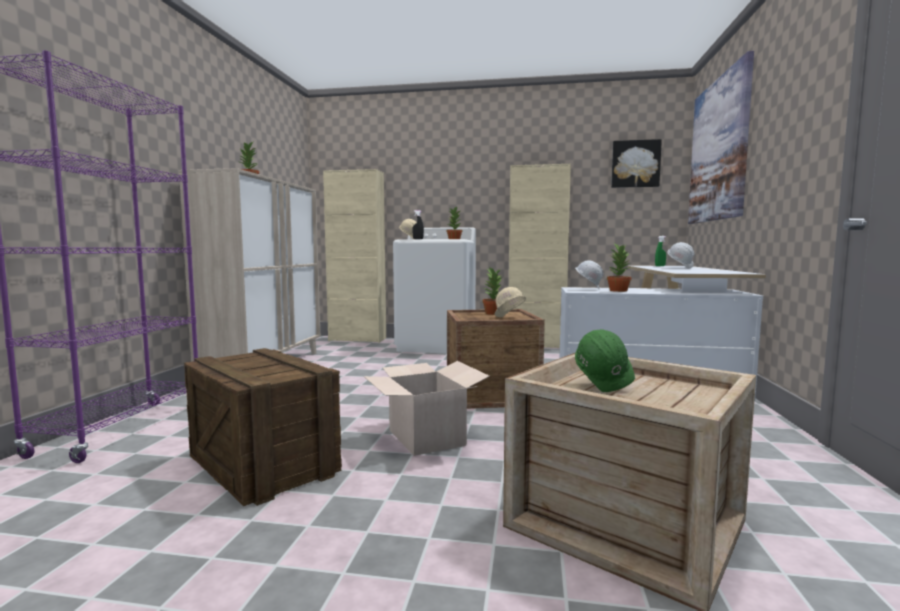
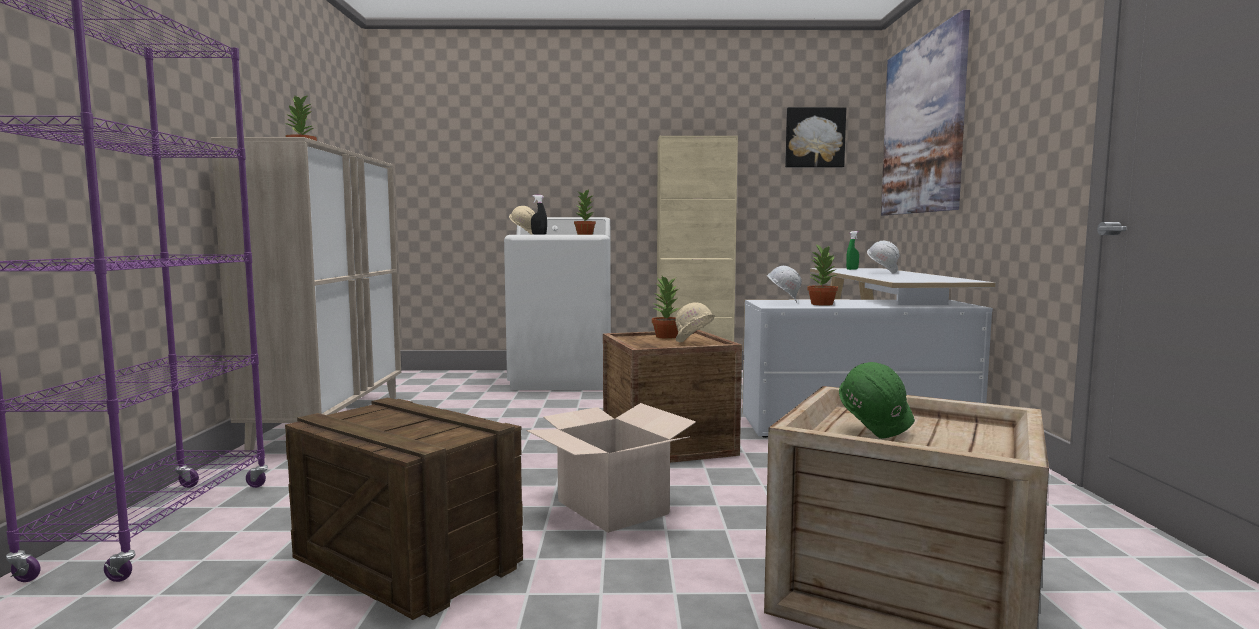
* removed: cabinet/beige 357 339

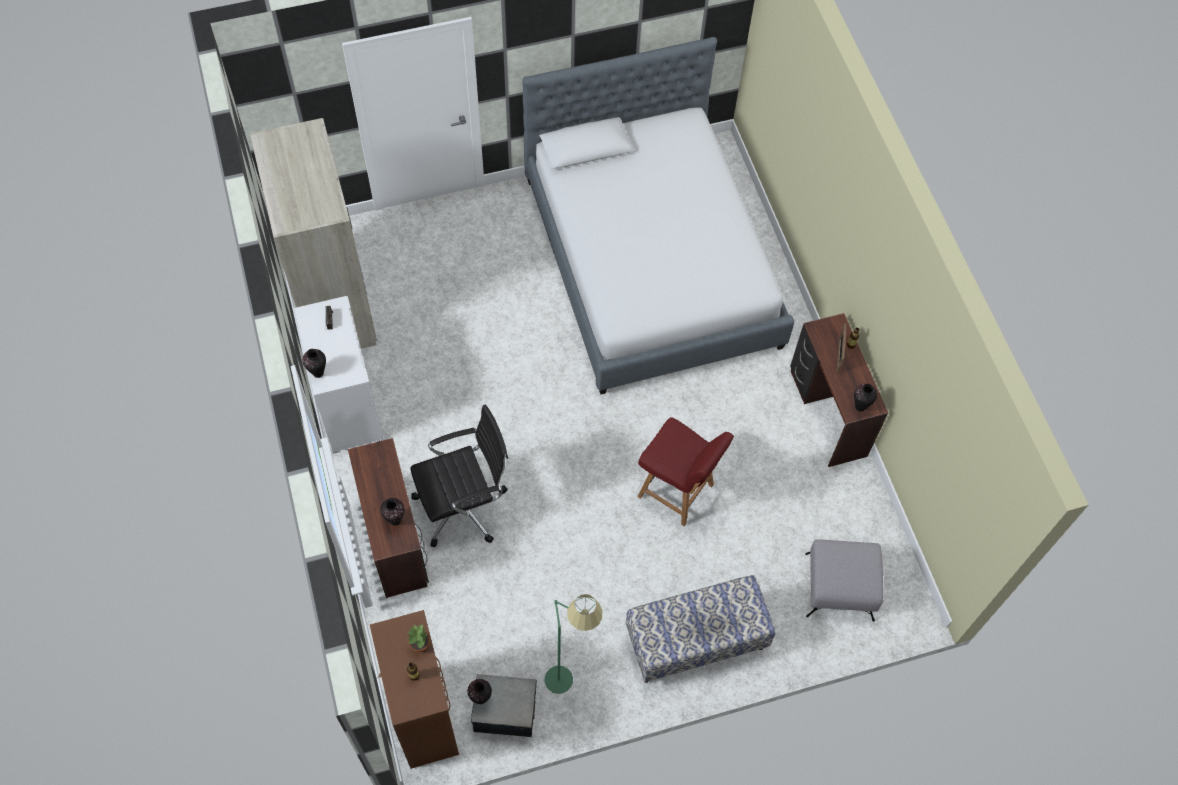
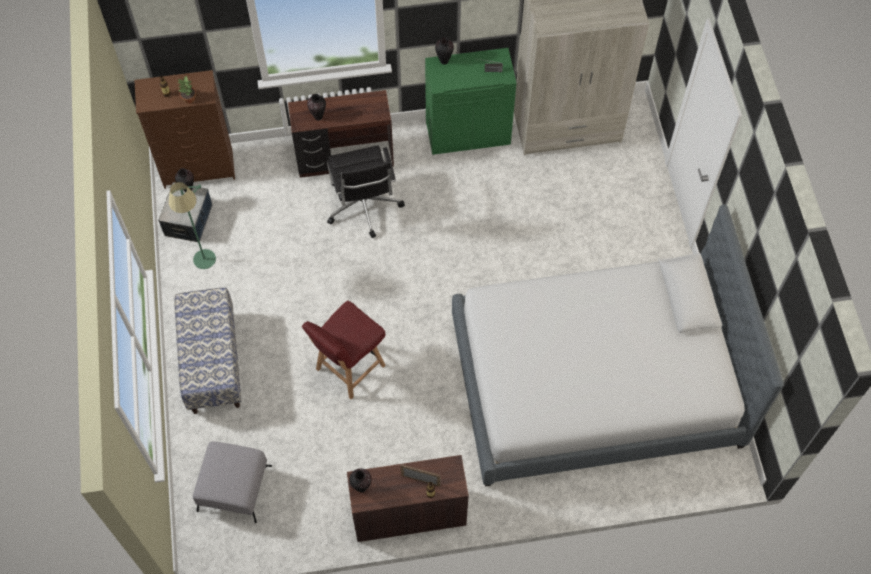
* recoloured: cabinet/white 347 405 to cabinet/green 468 132

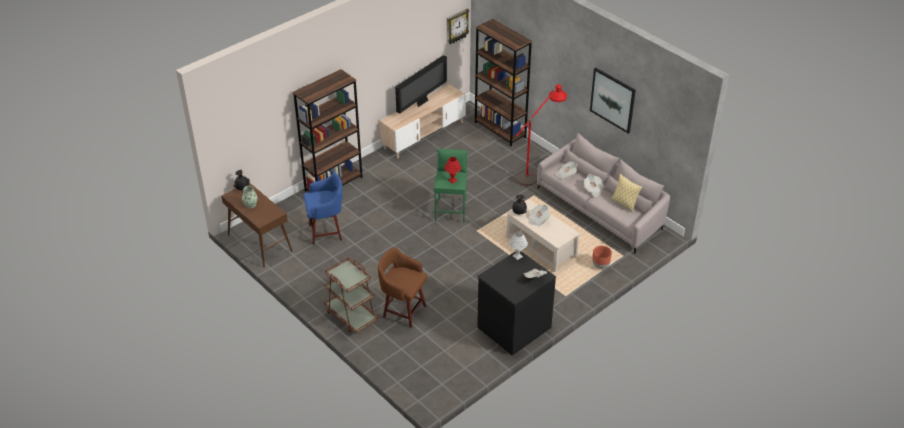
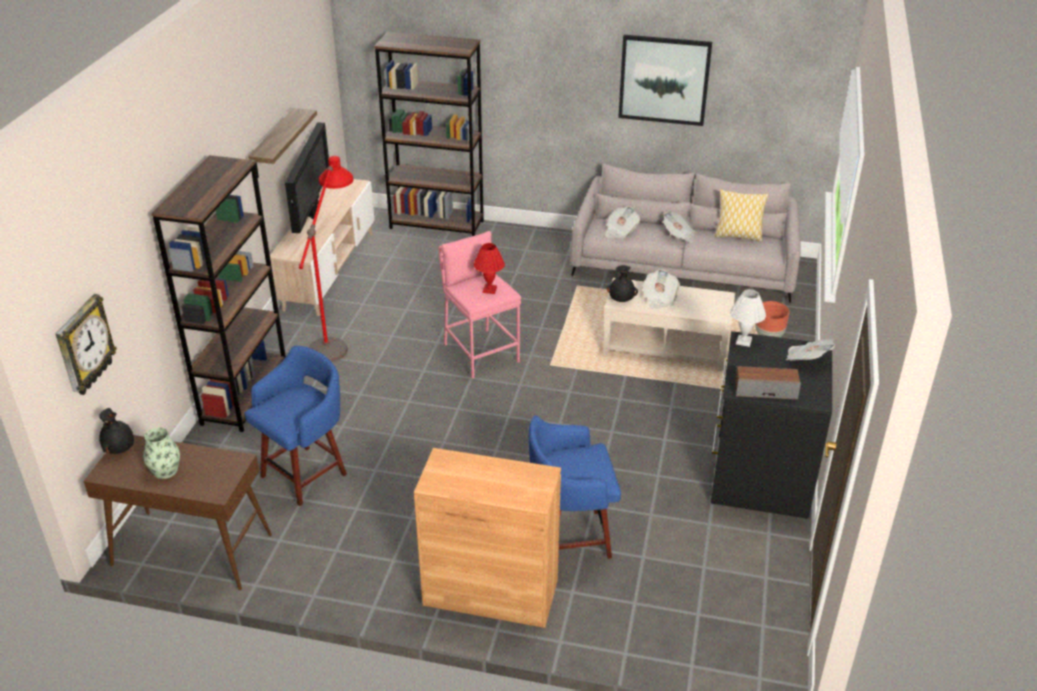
* moved: wall clock 456 26 to 84 346
* added: shelf 273 144
* moved: floor lamp/red 537 172 to 337 334
* replaced: cart/brown 351 316 to cabinet/brown 490 592
* recoloured: stool/green 451 210 to stool/pink 480 353
* recoloured: stool/brown 403 311 to stool/blue 569 538
* added: speaker 765 390

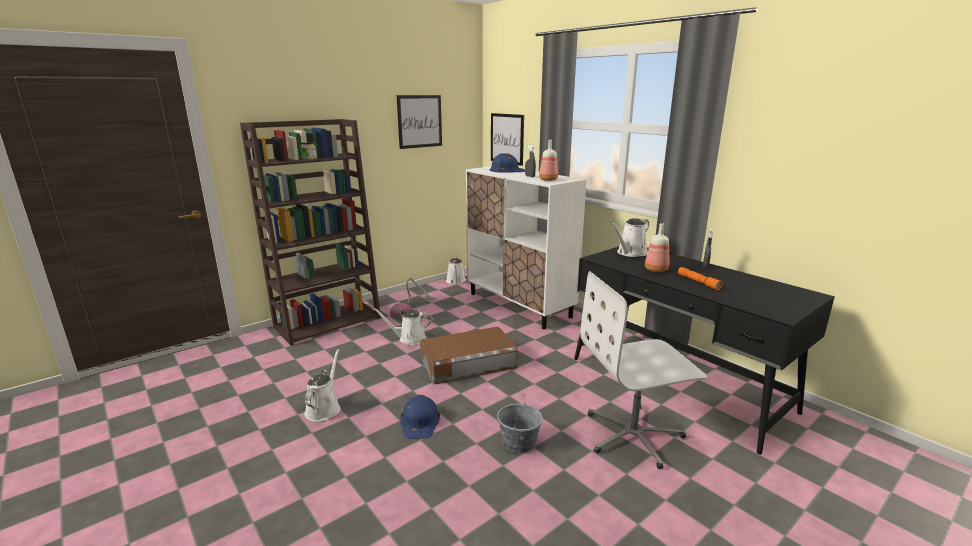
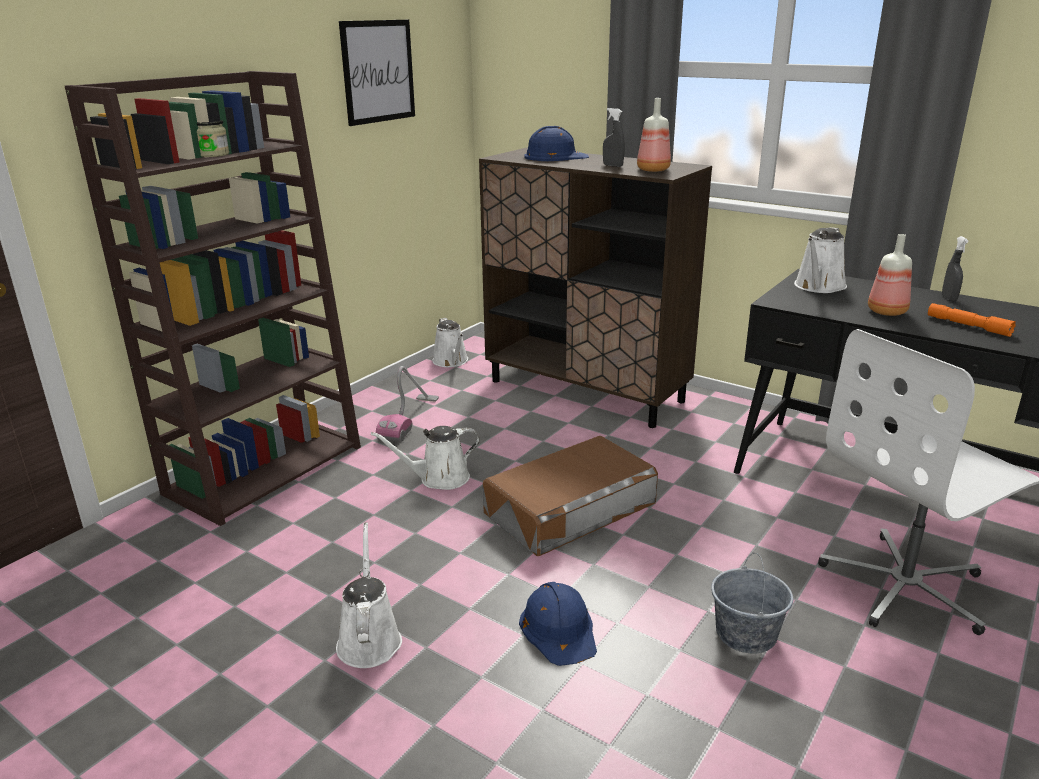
* recoloured: cabinet/white 519 305 to cabinet/brown 586 391
* removed: picture 507 138

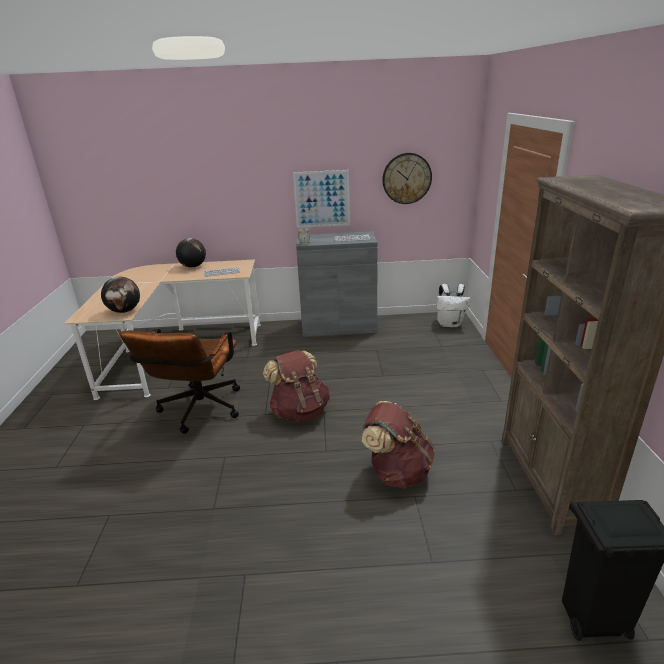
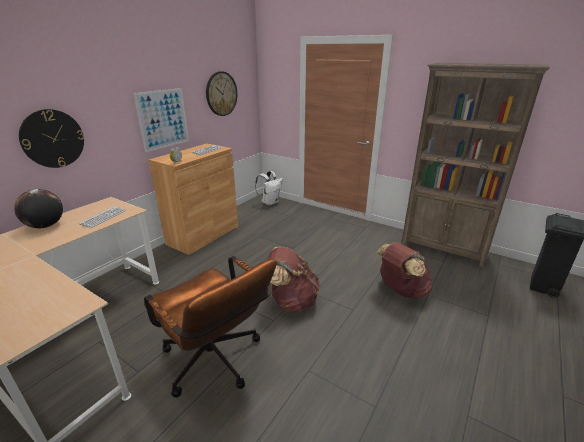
* added: wall clock 53 138
* recoloured: cabinet/grey 338 326 to cabinet/brown 203 235
* removed: globe 125 311

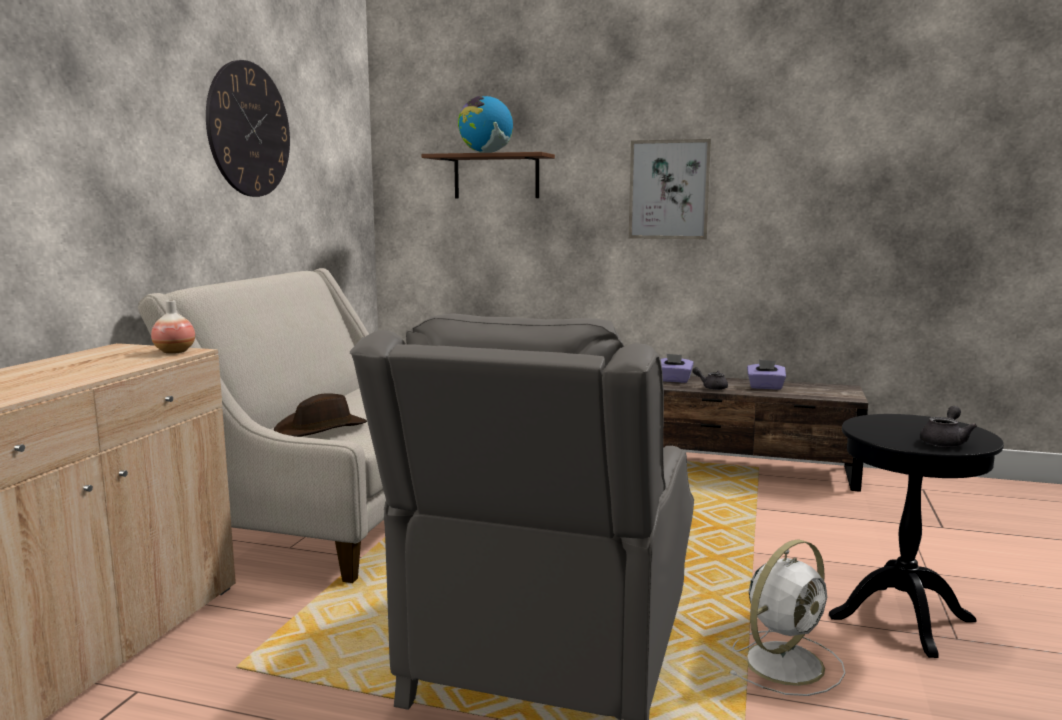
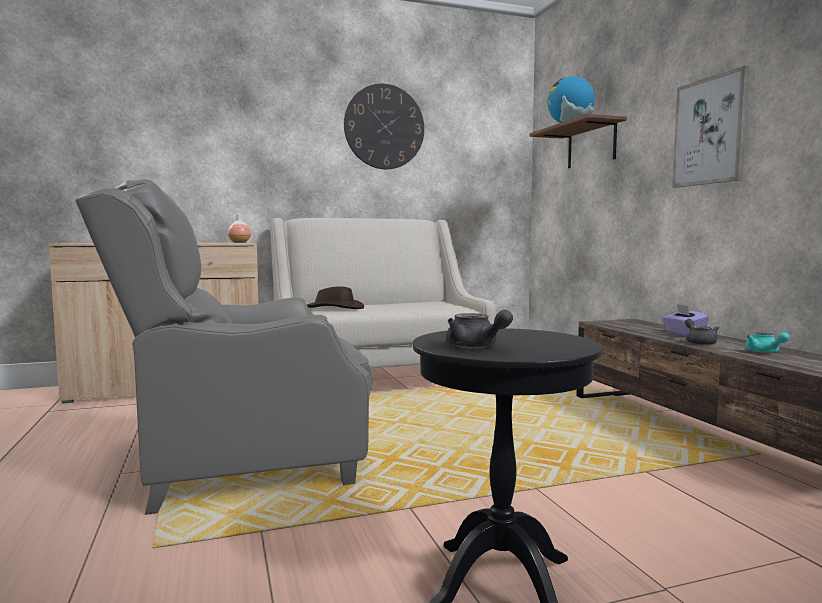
* turned: teapot/grey 944 442 = 476 347 45 degrees clockwise
* replaced: tissue box/purple 765 387 to teapot/turquoise 764 352
* removed: fan/white 786 662

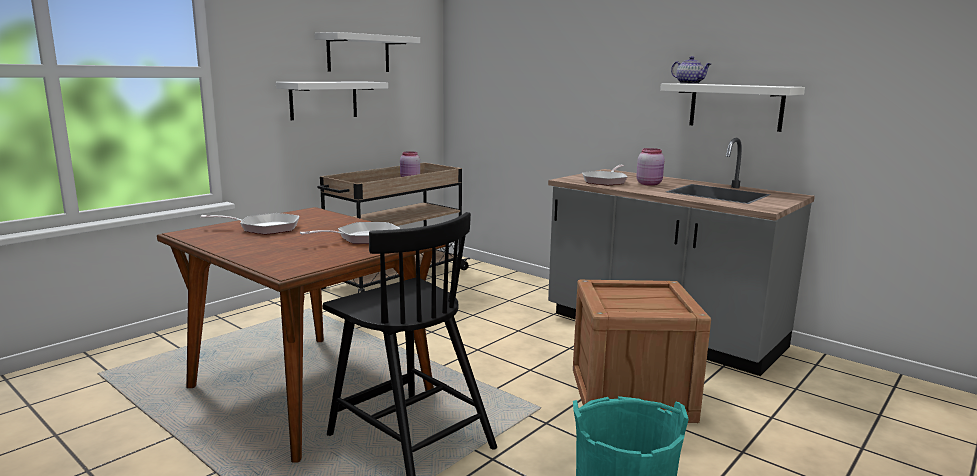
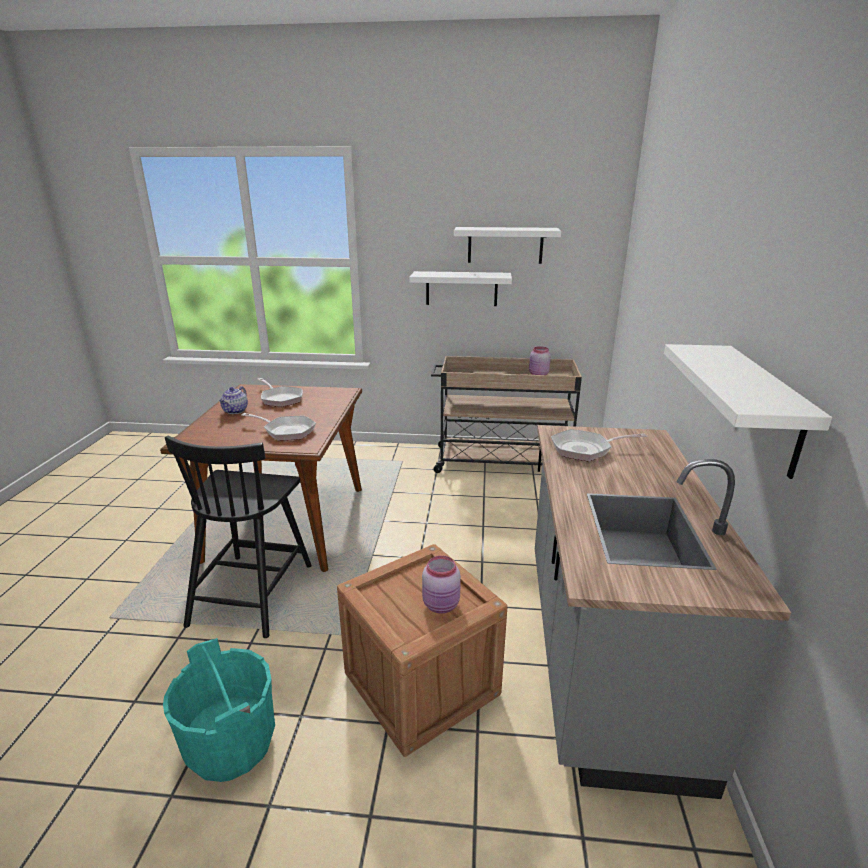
* moved: teapot 690 83 to 235 411
* moved: jar/pink 649 184 to 442 605

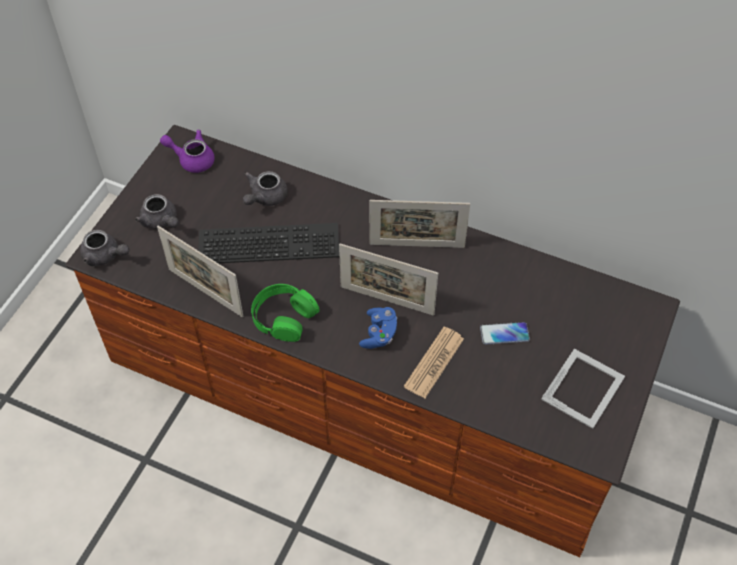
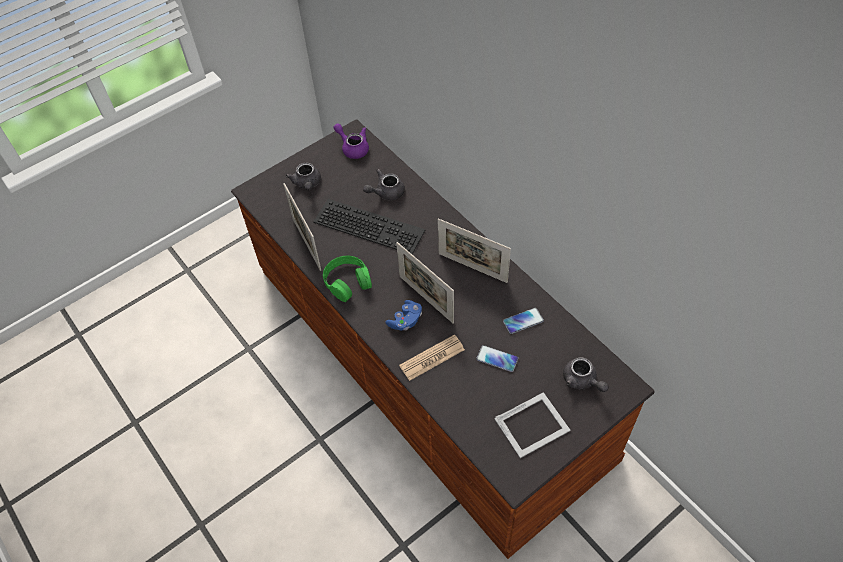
* added: phone 523 321
* moved: teapot/grey 105 256 to 582 381

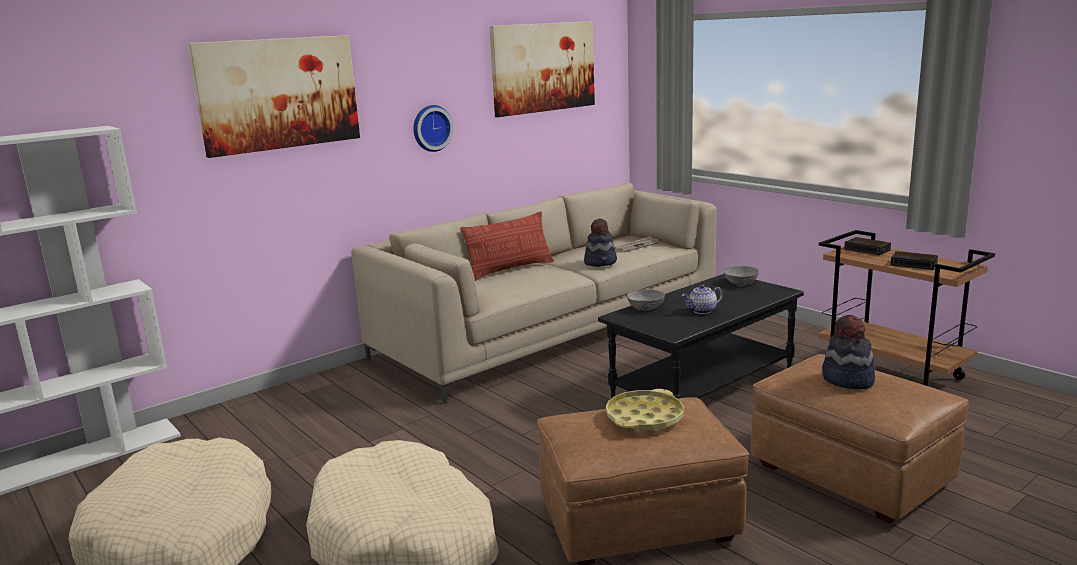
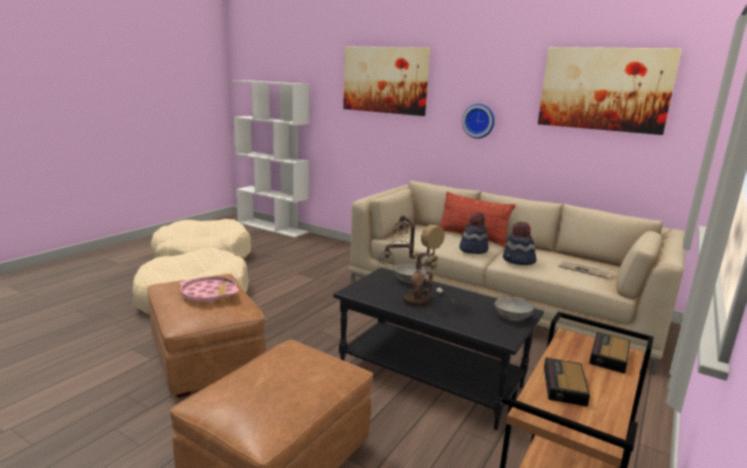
* recoloured: tray/yellow 644 417 to tray/pink 209 294
* replaced: teapot 702 311 to table lamp 413 301
* moved: hat 847 380 to 473 249

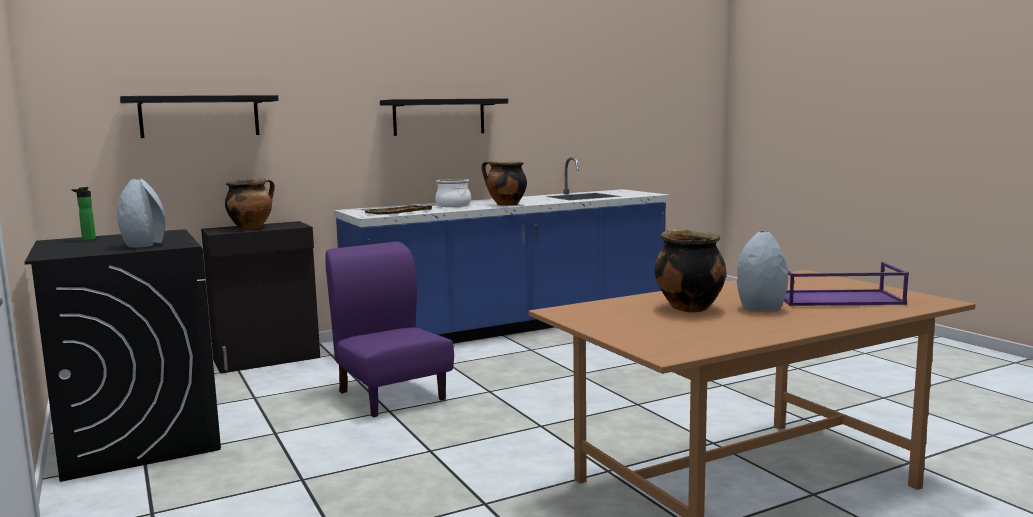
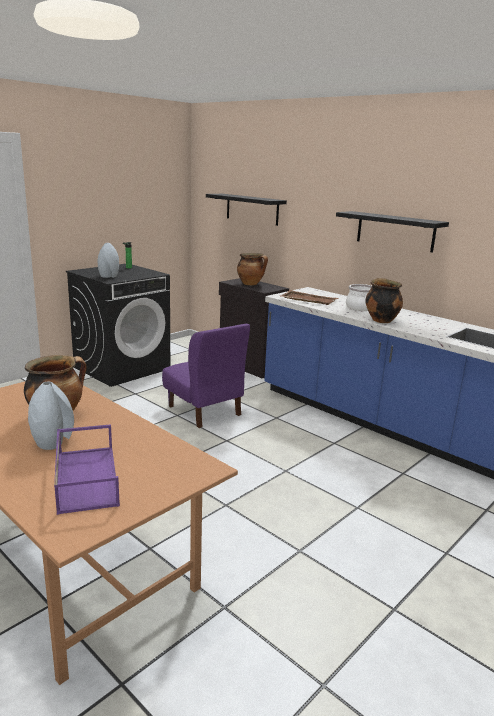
* turned: chair/purple 391 395 = 204 411 105 degrees clockwise

